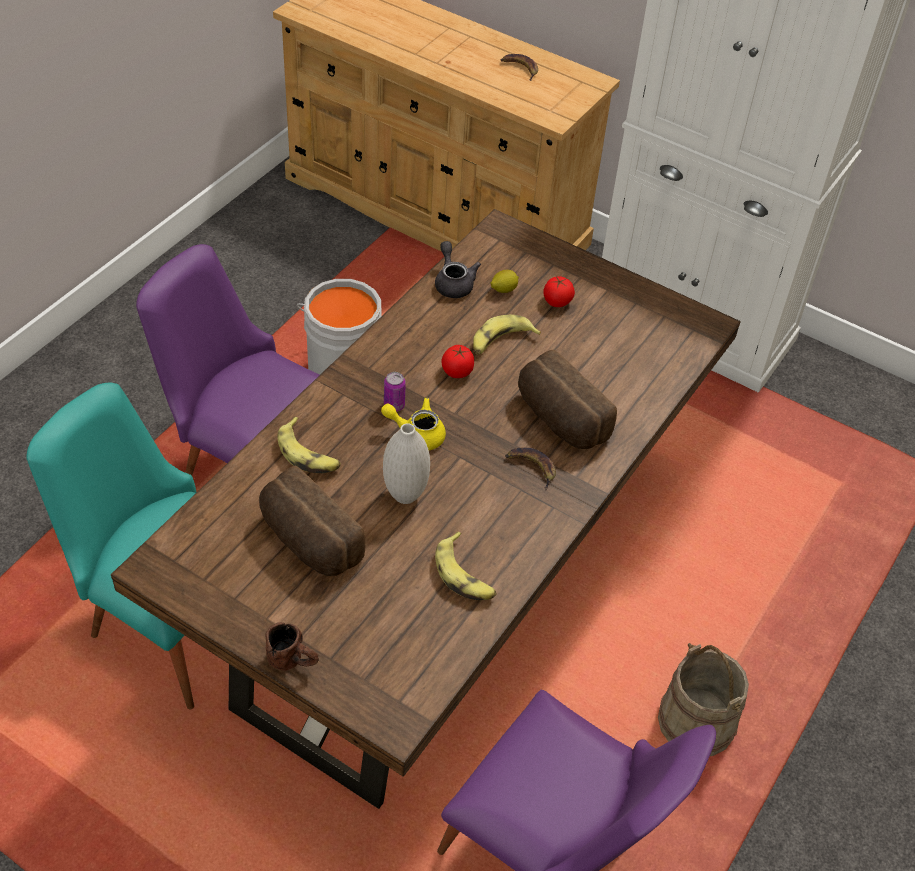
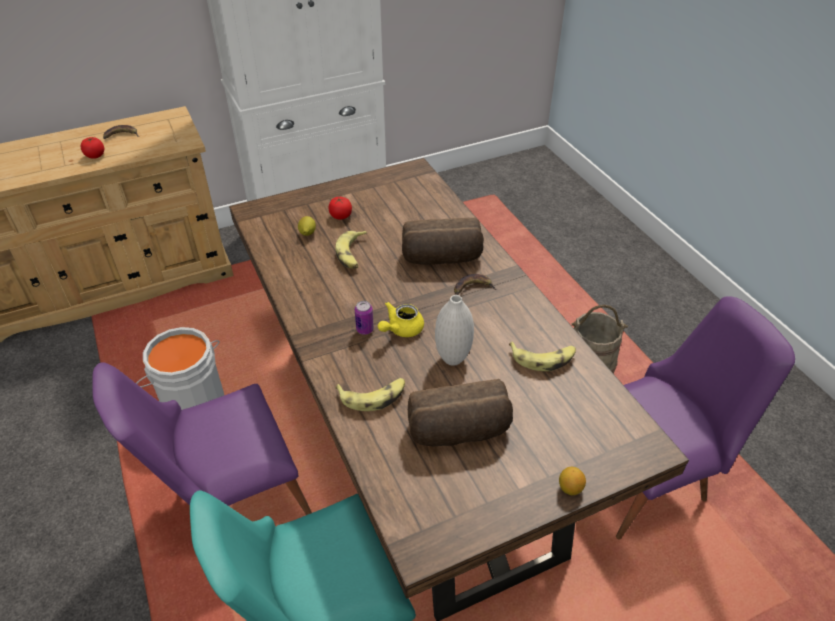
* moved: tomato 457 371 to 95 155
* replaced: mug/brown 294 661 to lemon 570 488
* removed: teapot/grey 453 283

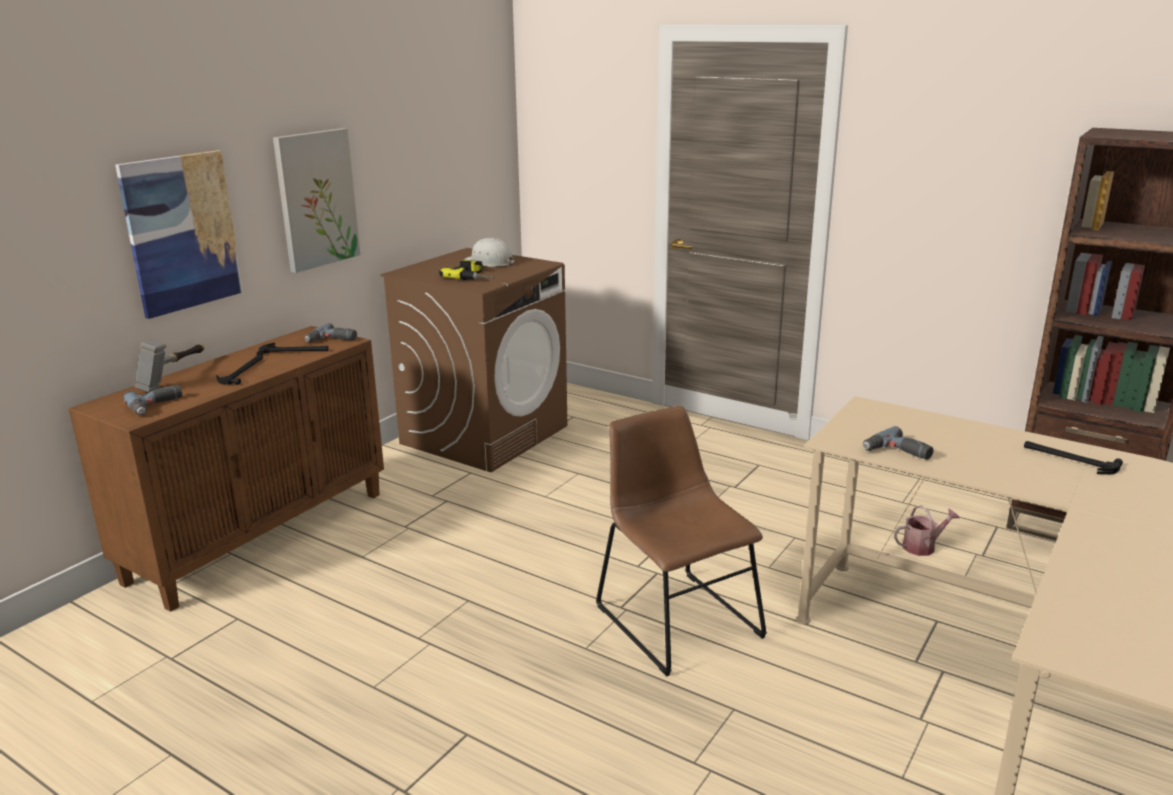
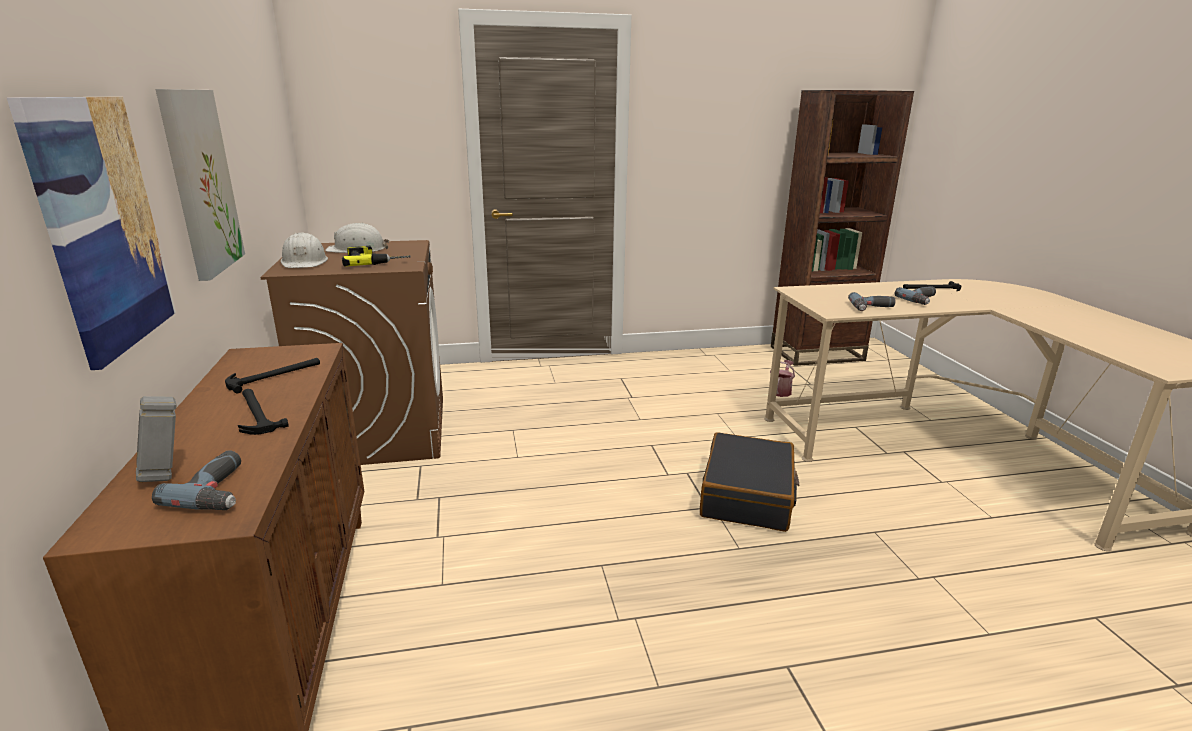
* added: hard hat/white 304 262
* replaced: chair/brown 674 617 to suitcase/black 747 495
* moved: power drill 332 340 to 922 300

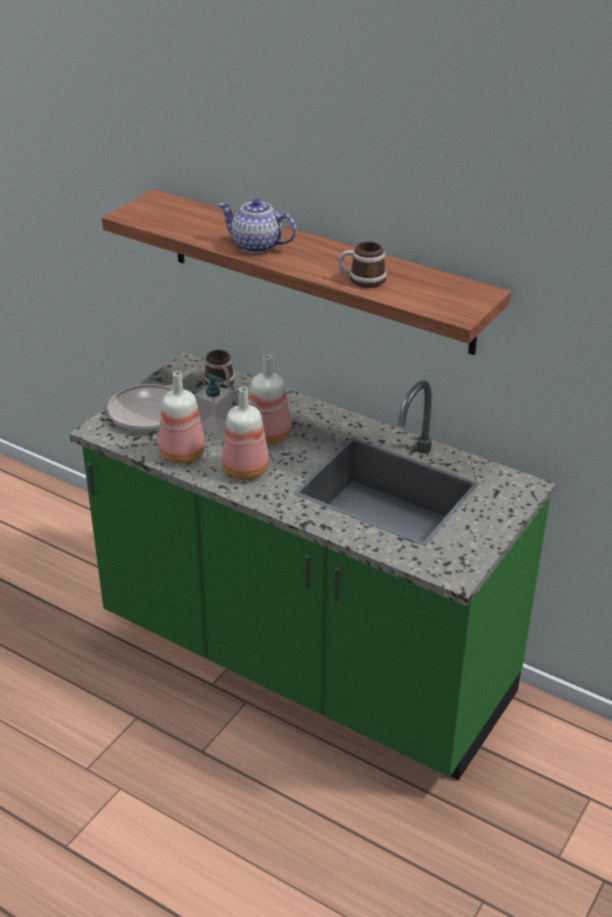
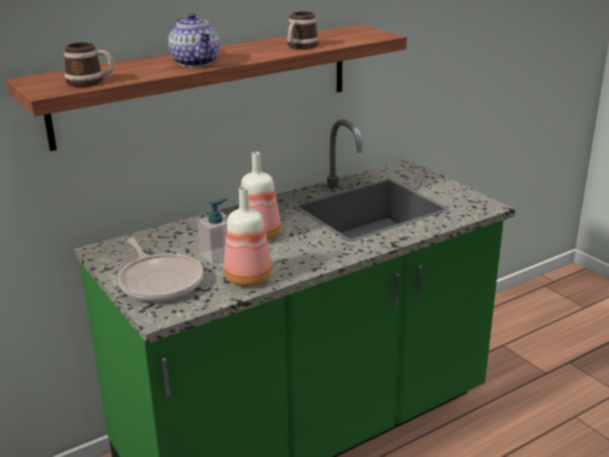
* moved: mug 221 384 to 91 82
* turned: teapot 257 246 = 195 62 75 degrees counterclockwise
* removed: bottle 244 469

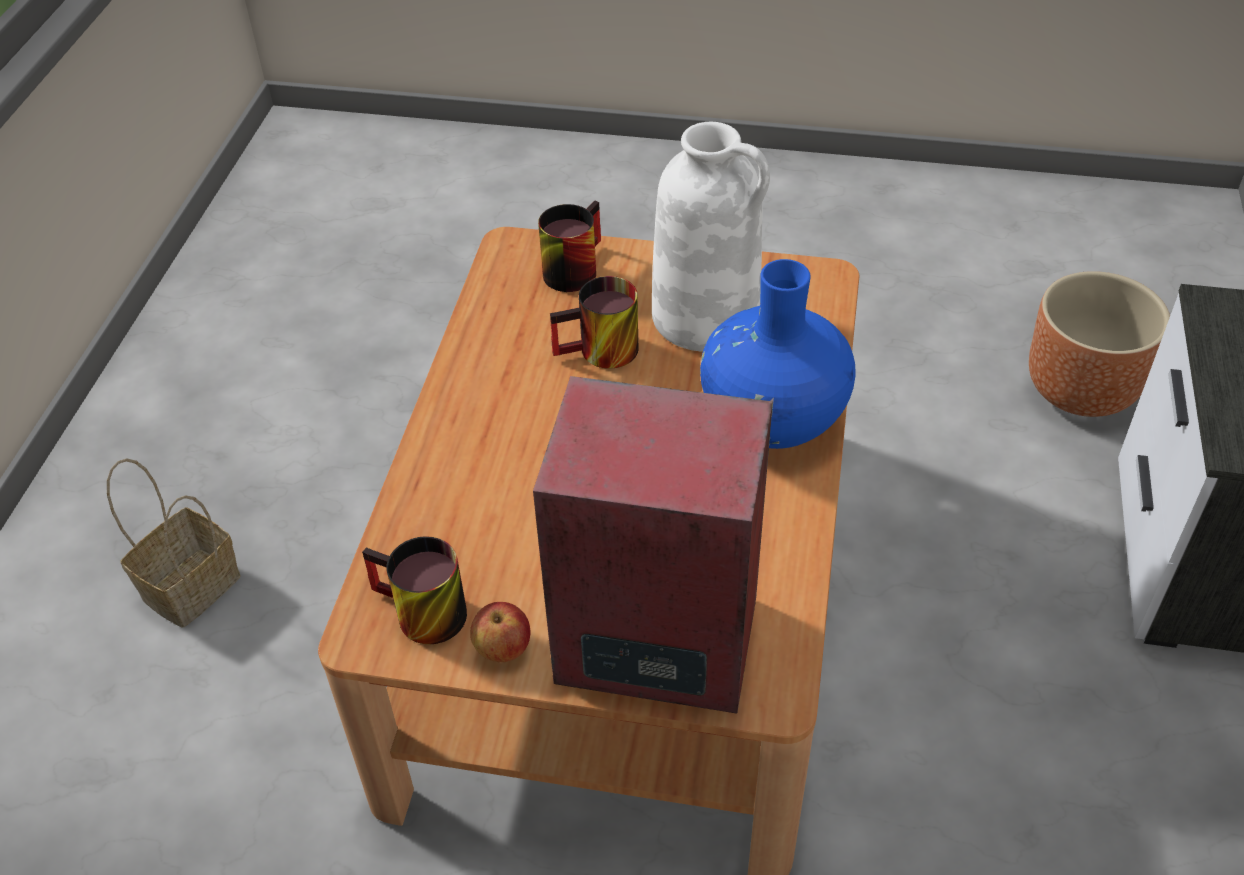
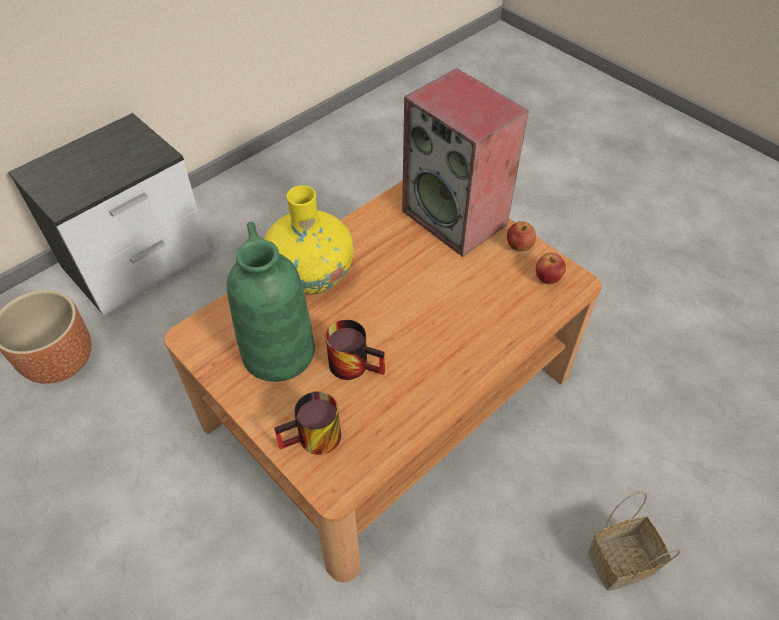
* recoloured: vase/white 707 317 to vase/green 277 351
* recoloured: vase/blue 773 418 to vase/yellow 312 275
* replaced: mug 418 616 to apple 548 278

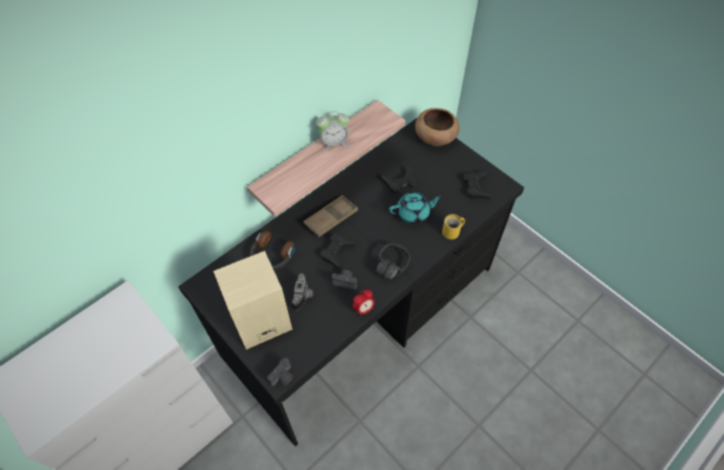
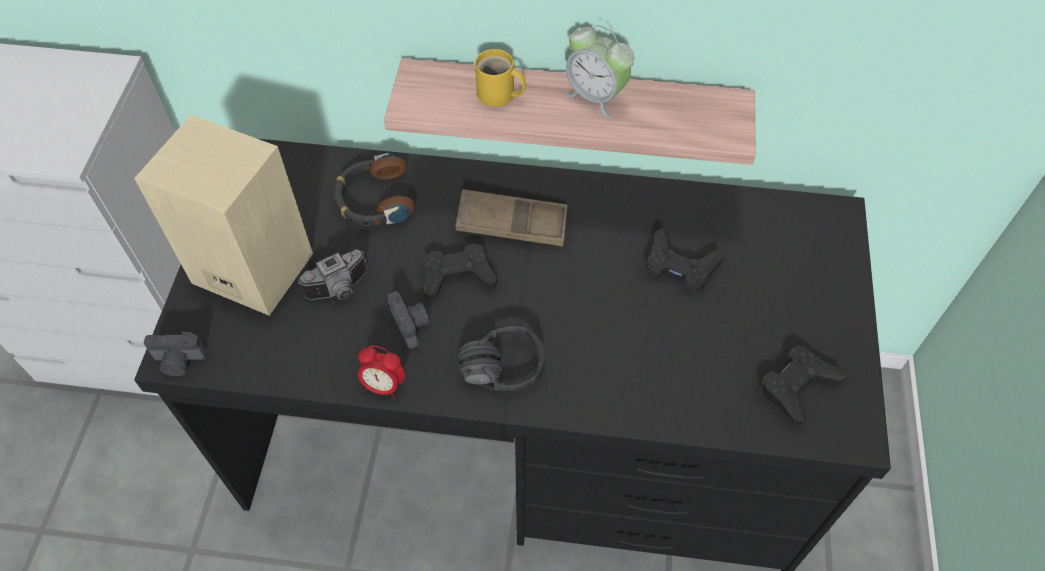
* moved: mug/yellow 452 232 to 498 95
* removed: teapot/turquoise 413 213
* removed: bowl/brown 435 137

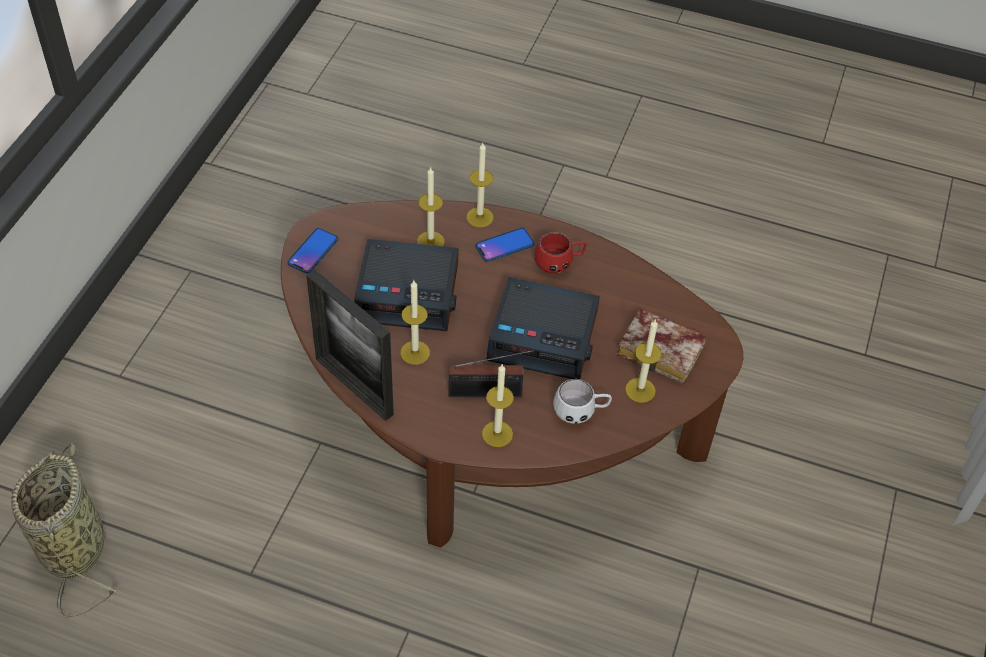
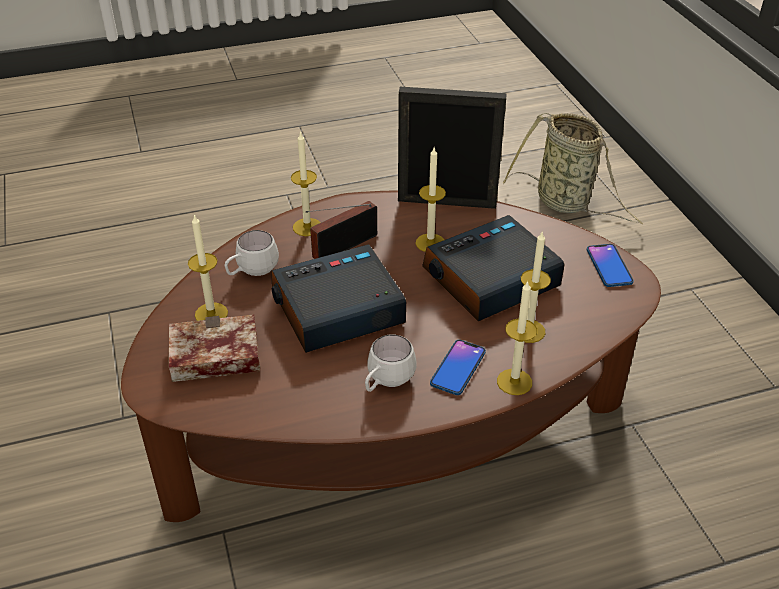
* recoloured: mug/red 559 264 to mug/white 386 382

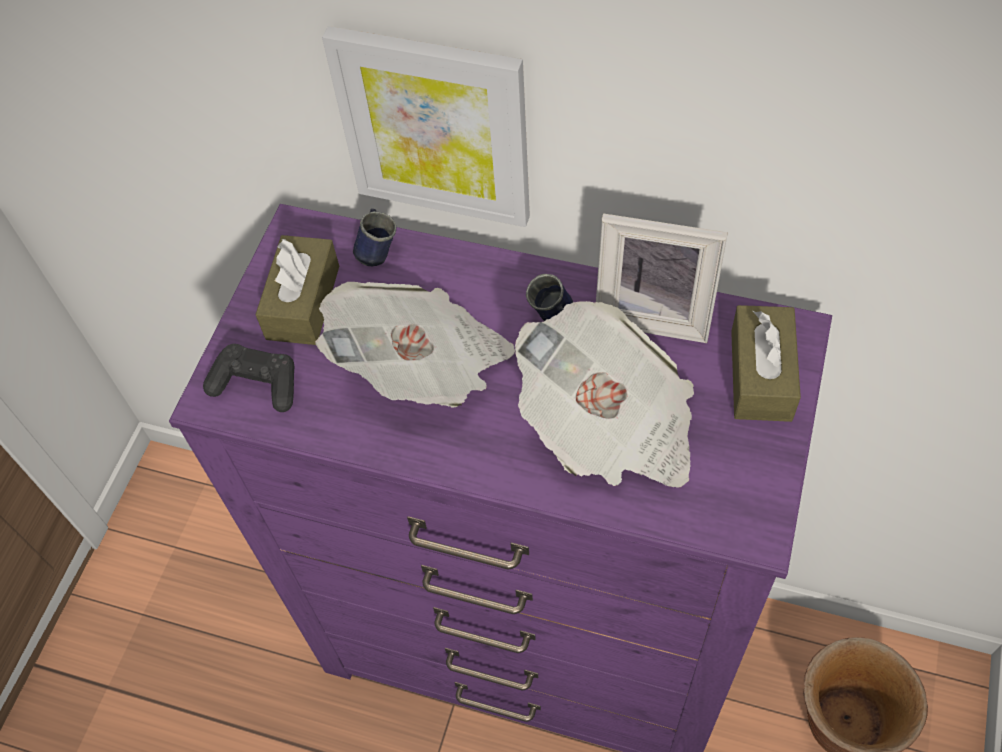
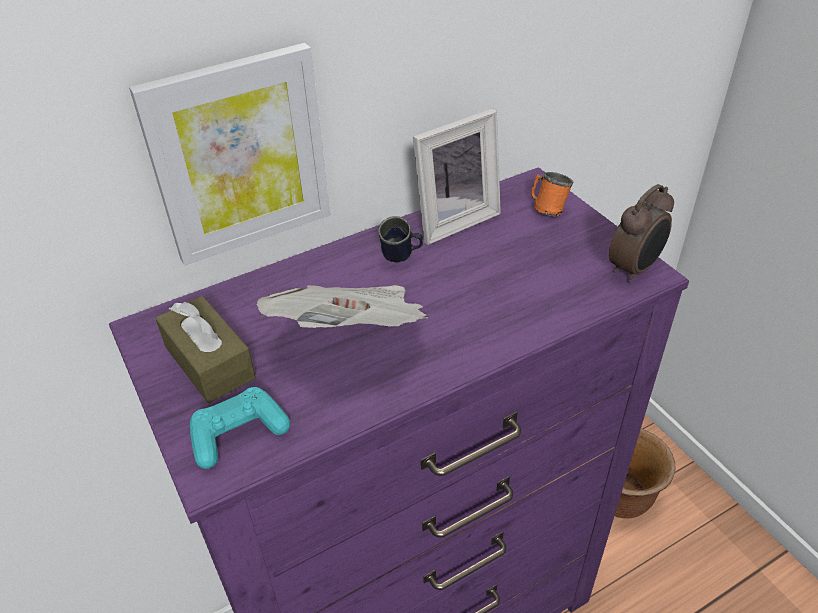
* recoloured: game controller/black 257 384 to game controller/turquoise 238 434
* replaced: tissue box/brown 761 375 to mug/orange 547 209
* added: alarm clock 635 269
* removed: mug/blue 377 251
* removed: newspaper 610 425

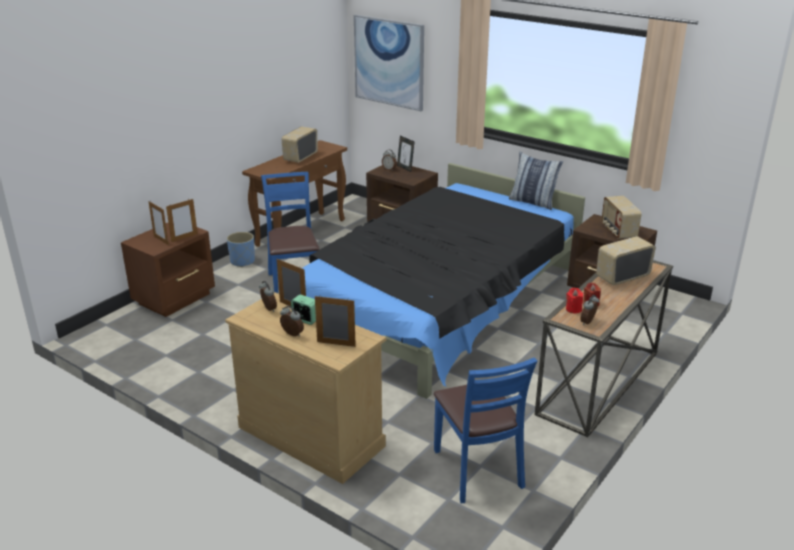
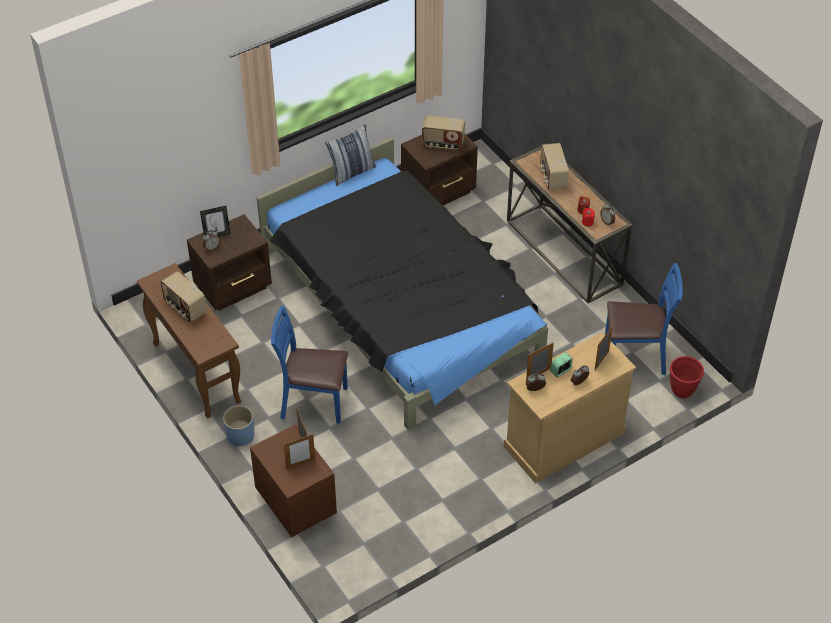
* added: planter/red 682 391
* removed: picture 389 62

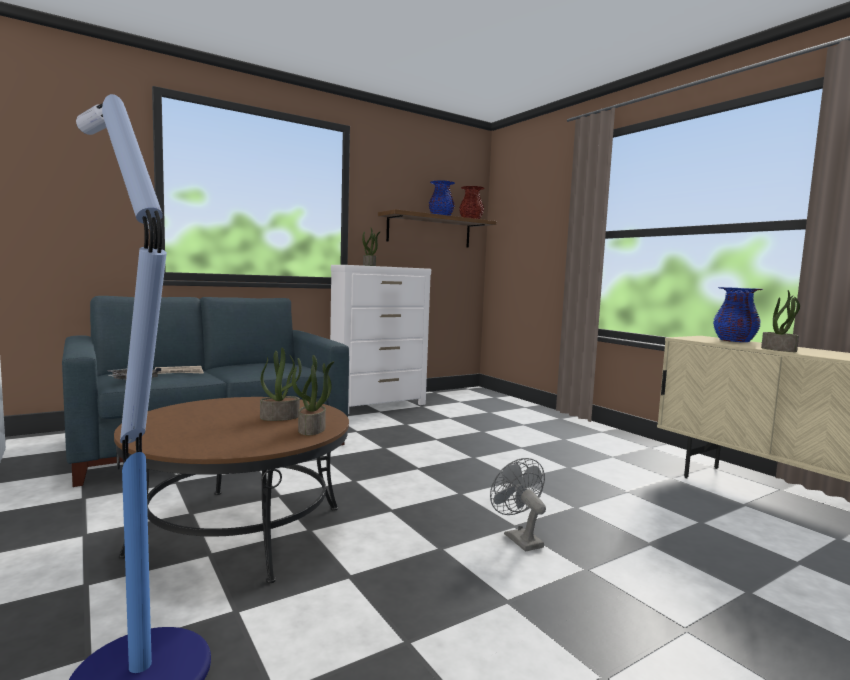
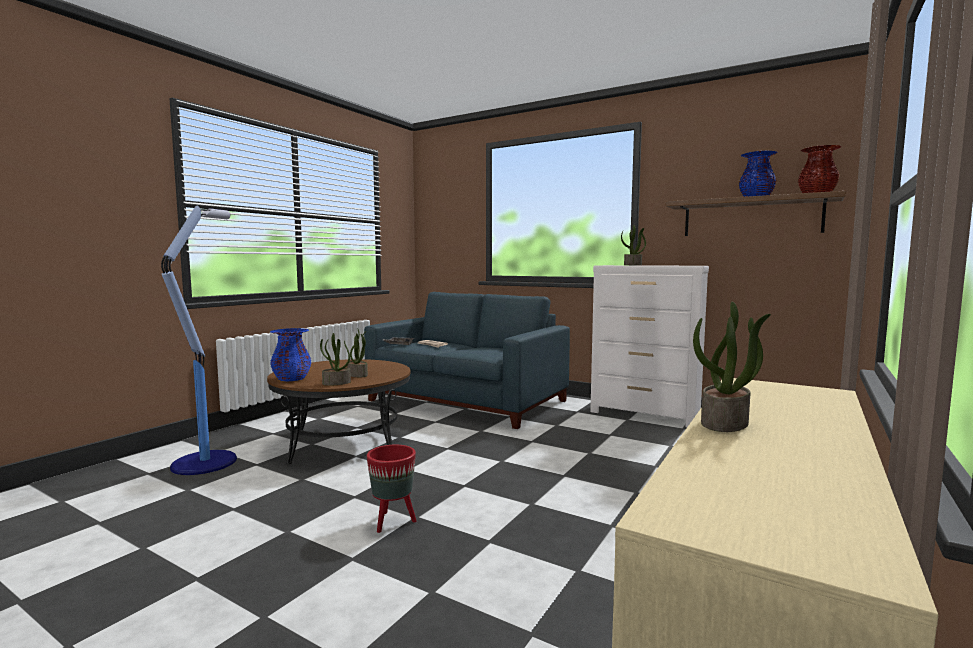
* moved: vase/blue 734 341 to 292 379
* replaced: fan/grey 518 538 to planter/red 392 522

